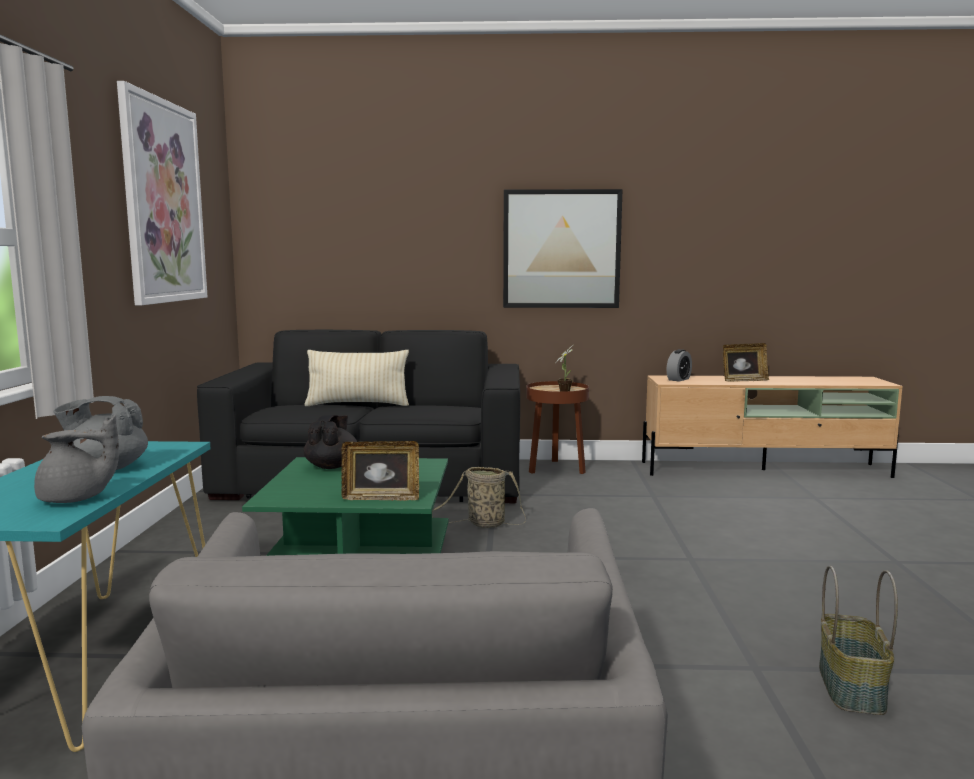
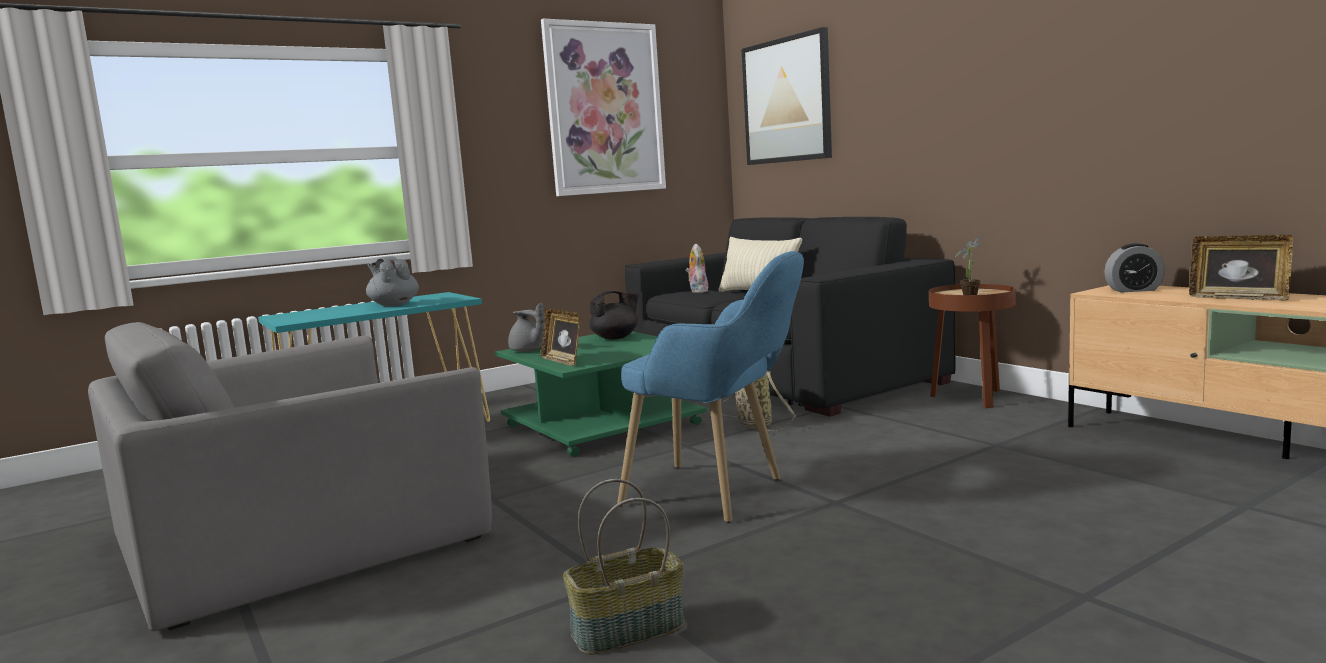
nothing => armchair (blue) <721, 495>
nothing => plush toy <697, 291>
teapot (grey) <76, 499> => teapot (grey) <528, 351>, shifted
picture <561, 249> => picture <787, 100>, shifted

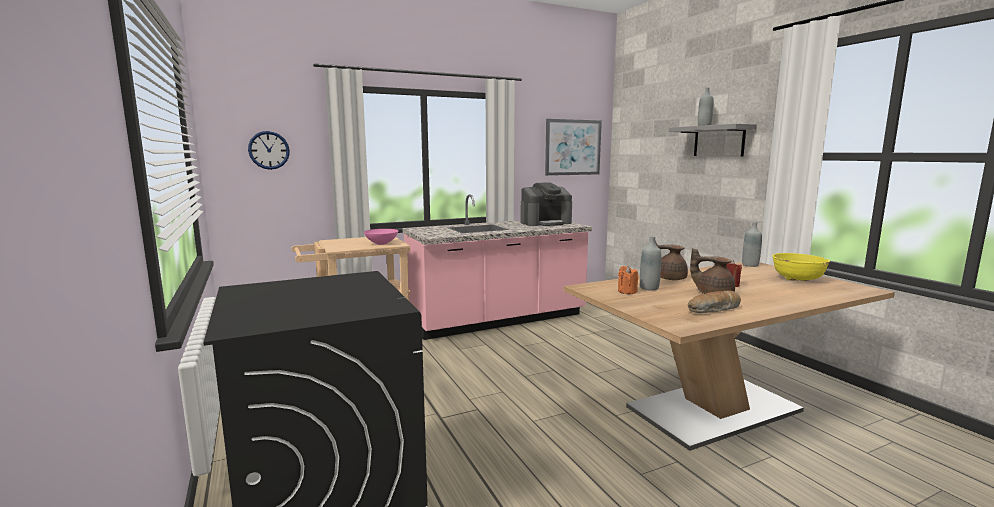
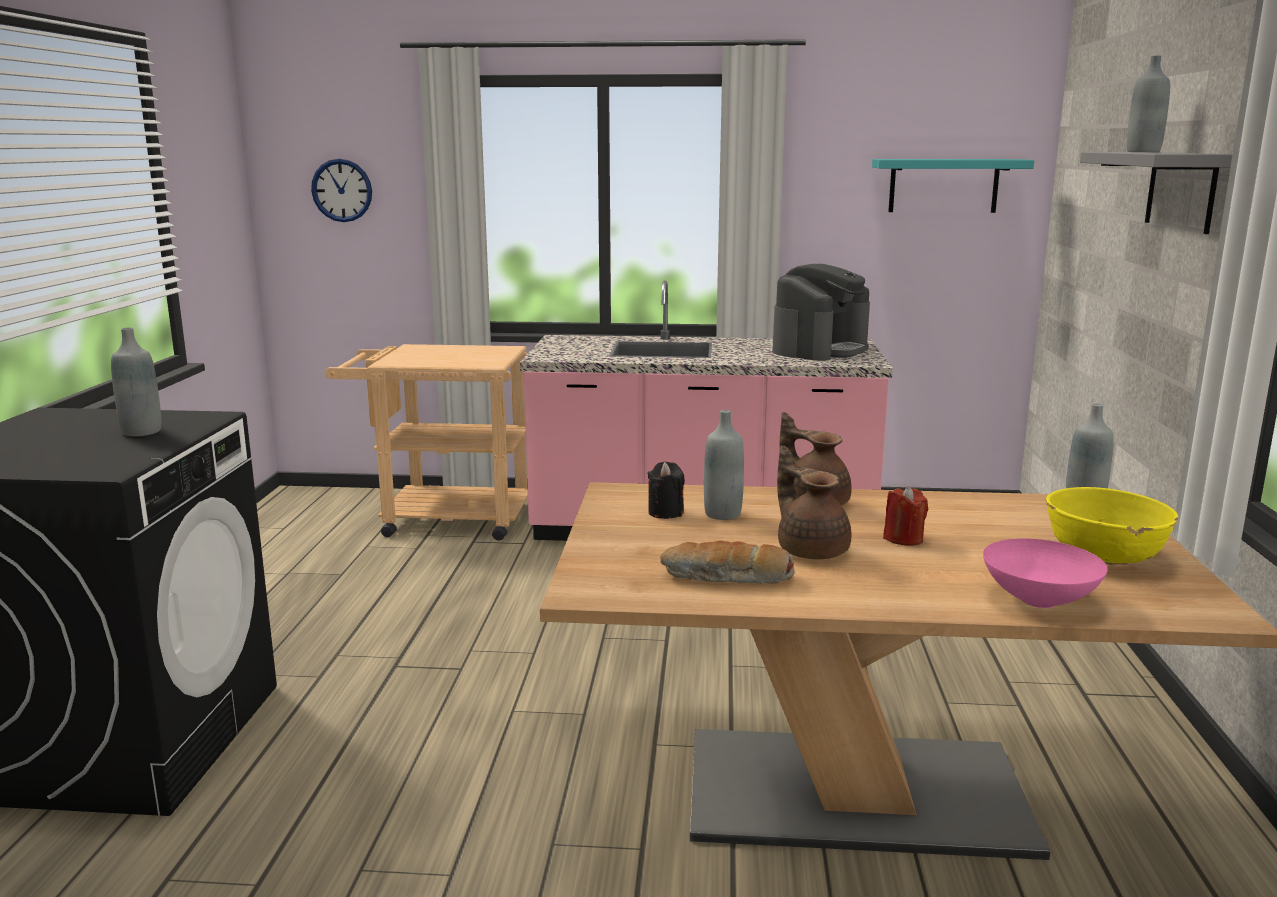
nothing => bottle (grey) <141, 432>
bowl (pink) <381, 243> => bowl (pink) <1039, 601>, shifted
picture <573, 147> => shelf (turquoise) <943, 185>
candle (orange) <627, 291> => candle (black) <665, 513>
coffee machine <545, 223> => coffee machine <820, 349>, 60 degrees counterclockwise

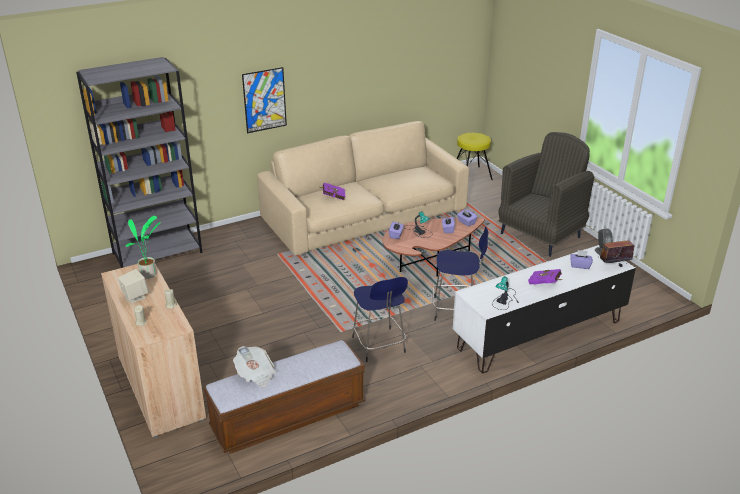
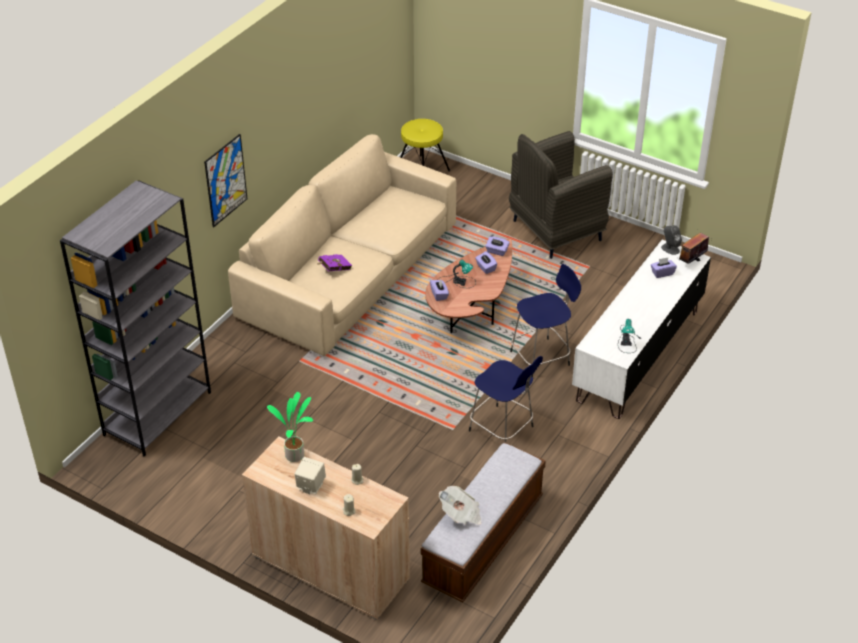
book (purple) <545, 284> => nothing
armchair (grey) <541, 235> => armchair (grey) <555, 231>, 135 degrees counterclockwise

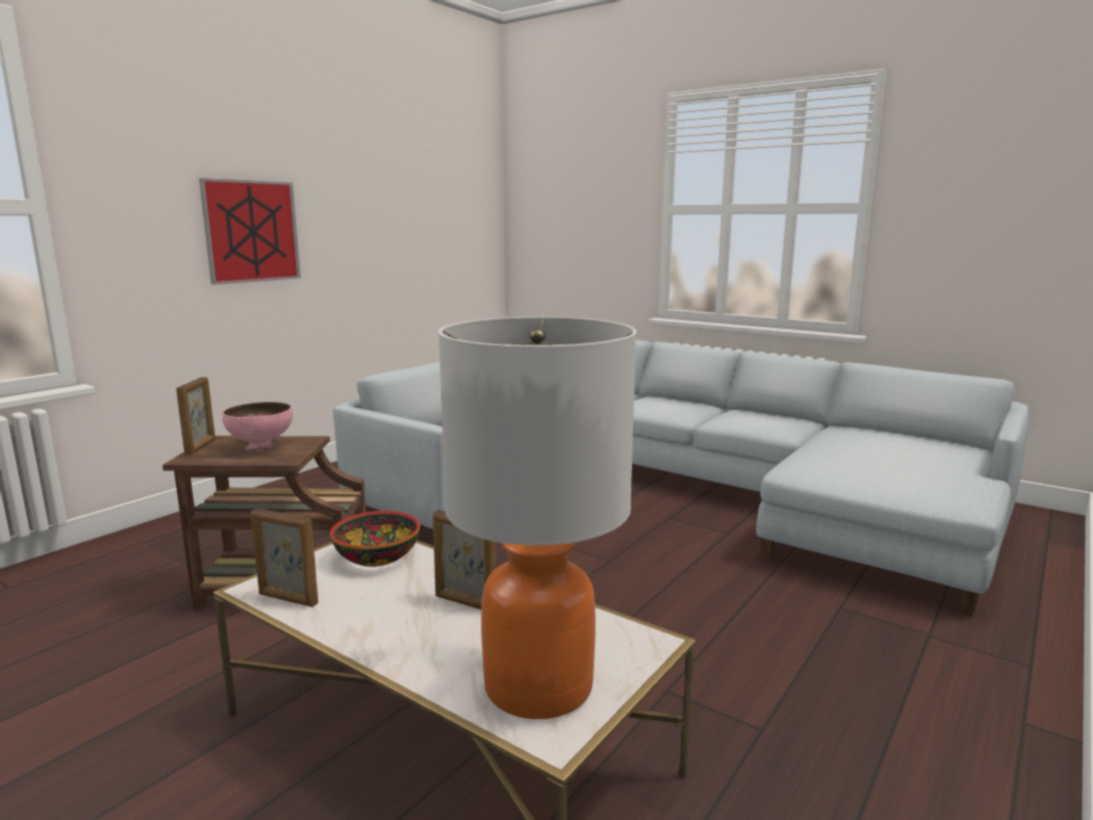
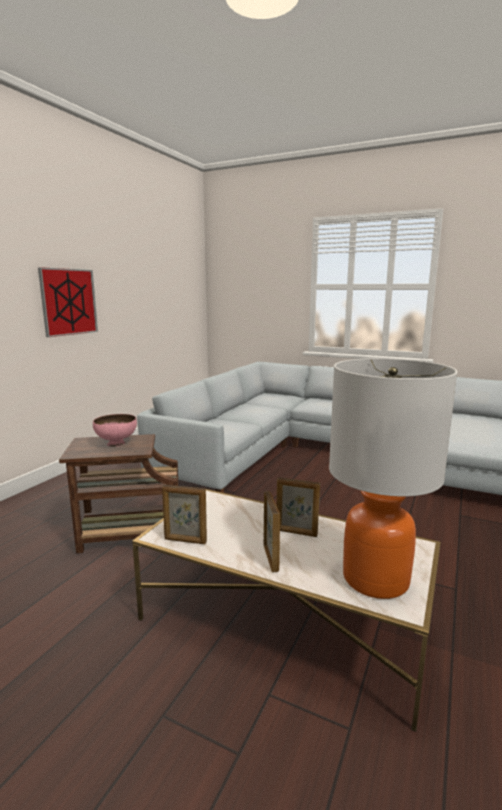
bowl <378, 557> => nothing
picture frame <201, 447> => picture frame <271, 558>, shifted

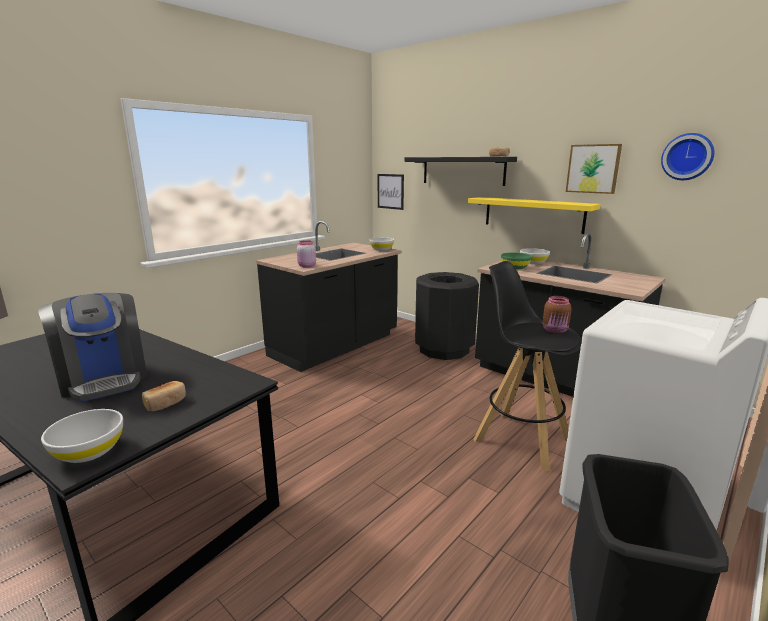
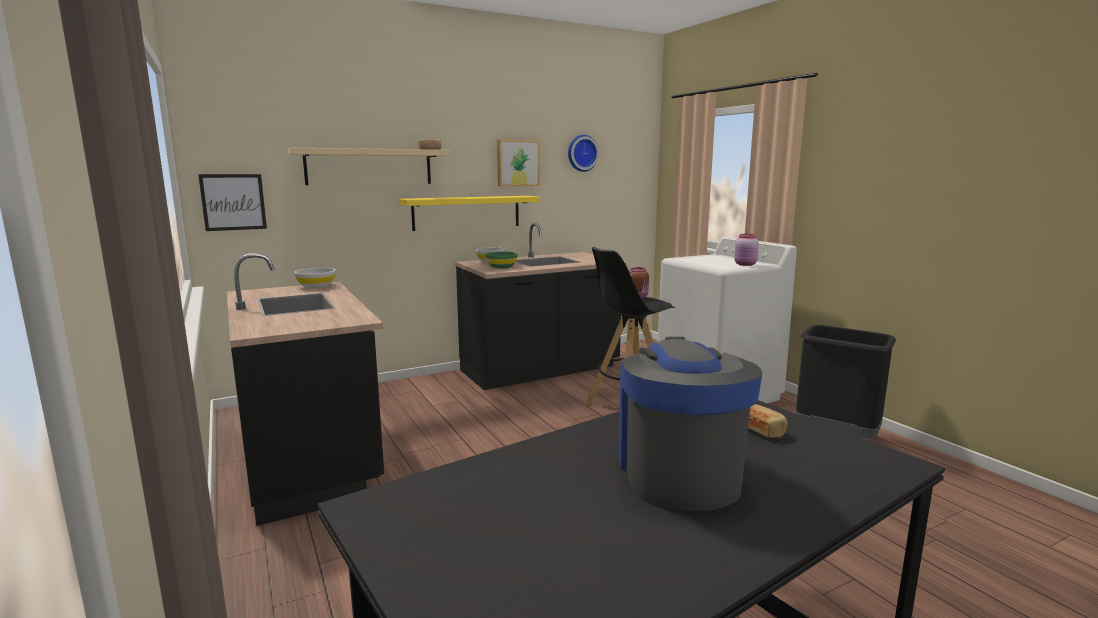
bowl (white) <89, 451> => nothing
trash can (black) <443, 349> => nothing
jar (pink) <306, 266> => jar (pink) <745, 264>, shifted
shelf (black) <462, 170> => shelf (beige) <369, 167>
coffee machine <104, 379> => coffee machine <678, 472>, 75 degrees counterclockwise

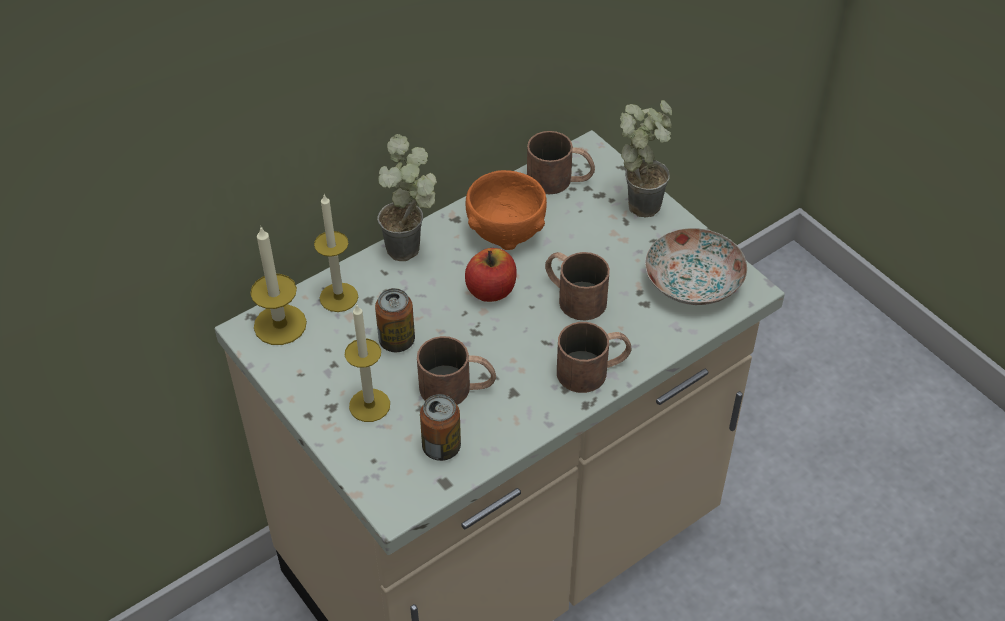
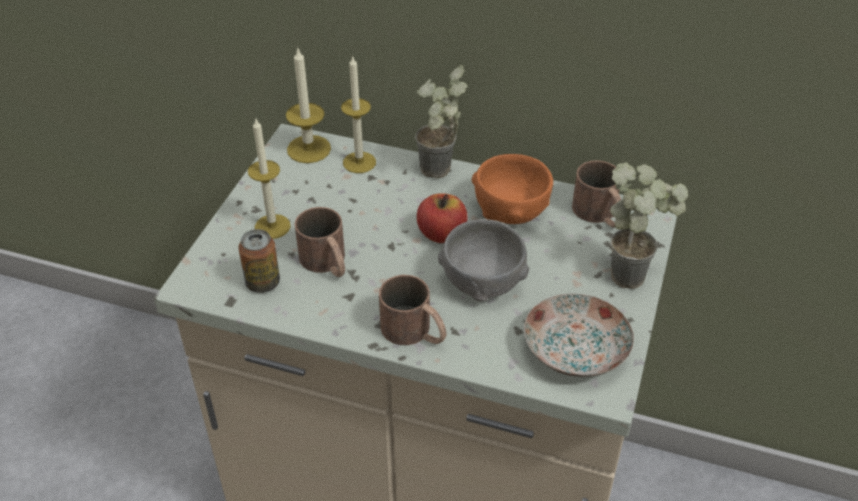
can <397, 341> => nothing
mug (brown) <573, 295> => bowl (grey) <482, 282>

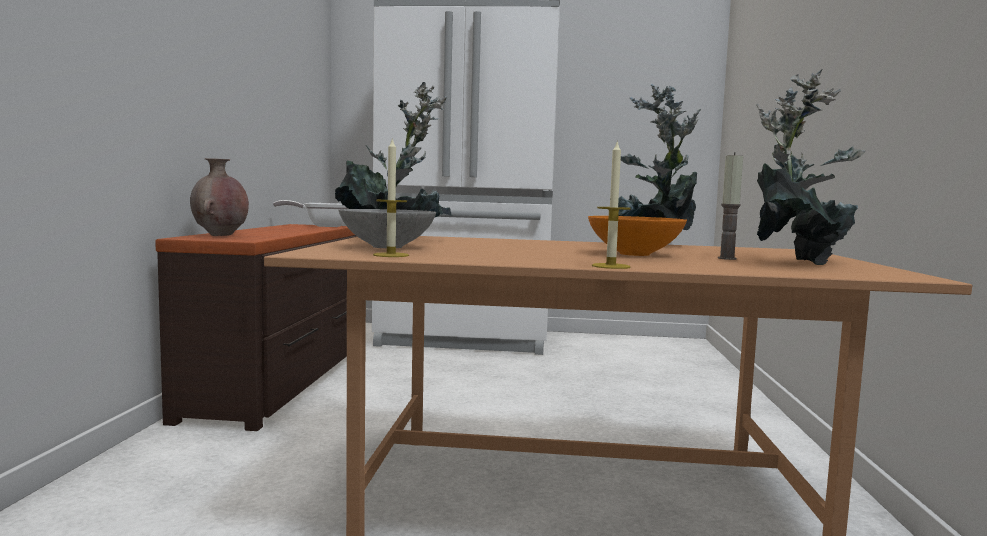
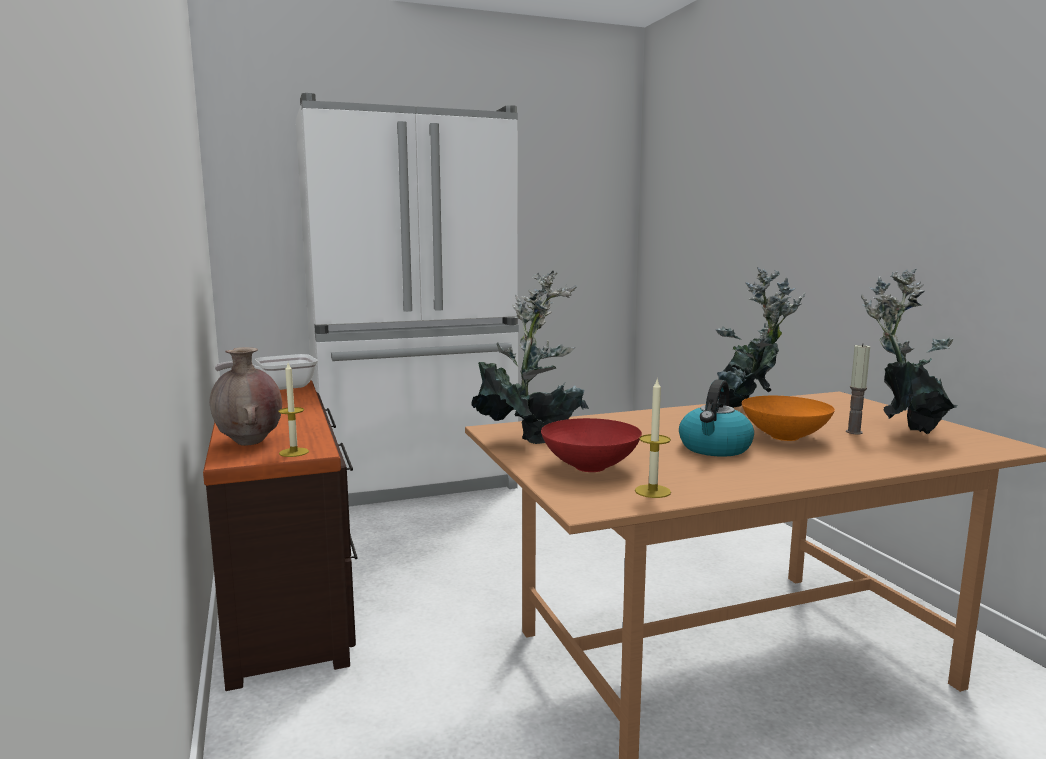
nothing => kettle <715, 448>
candle <610, 266> => candle <294, 452>, shifted
bowl (grey) <385, 247> => bowl (red) <589, 467>

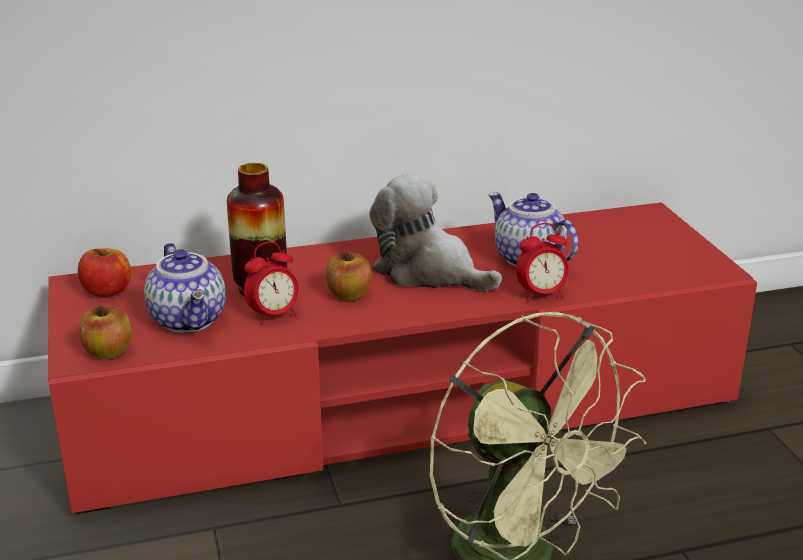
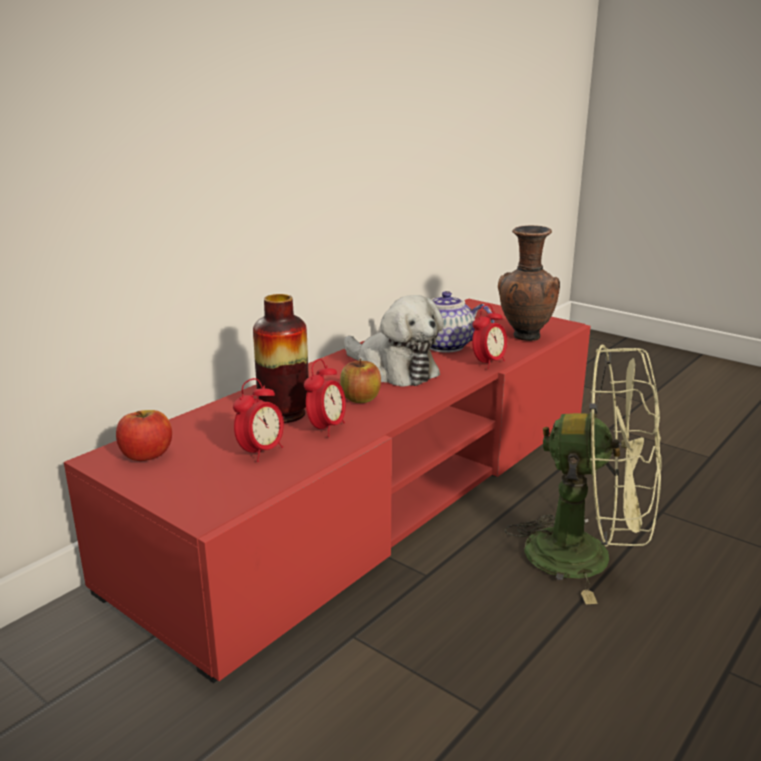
apple <108, 352> => nothing
nothing => vase (brown) <524, 337>
teapot <190, 320> => alarm clock <261, 452>
plush toy <428, 272> => plush toy <393, 370>, 135 degrees counterclockwise

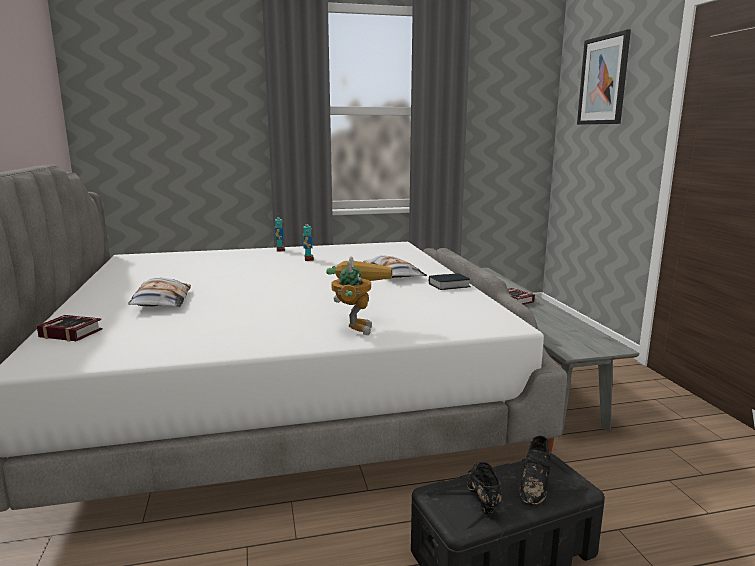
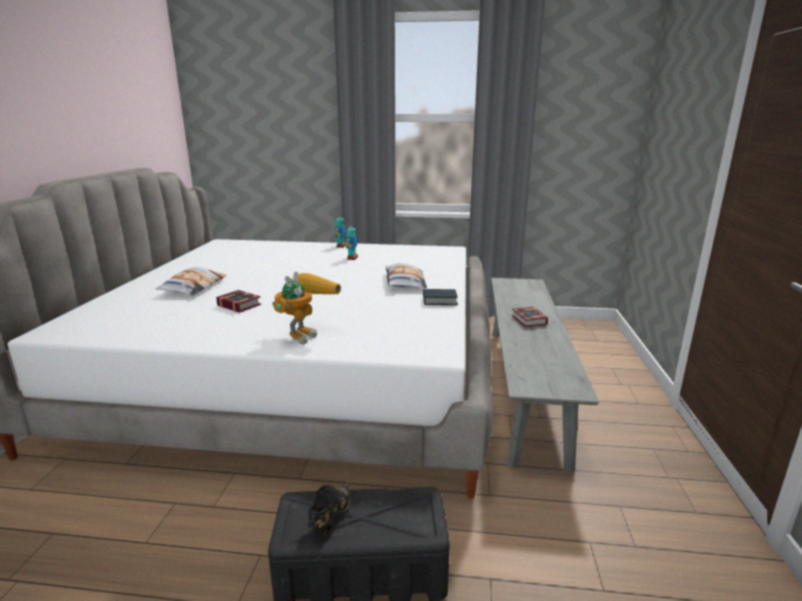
shoe (black) <535, 485> => nothing
picture <603, 80> => nothing
book <70, 332> => book <239, 304>, shifted

